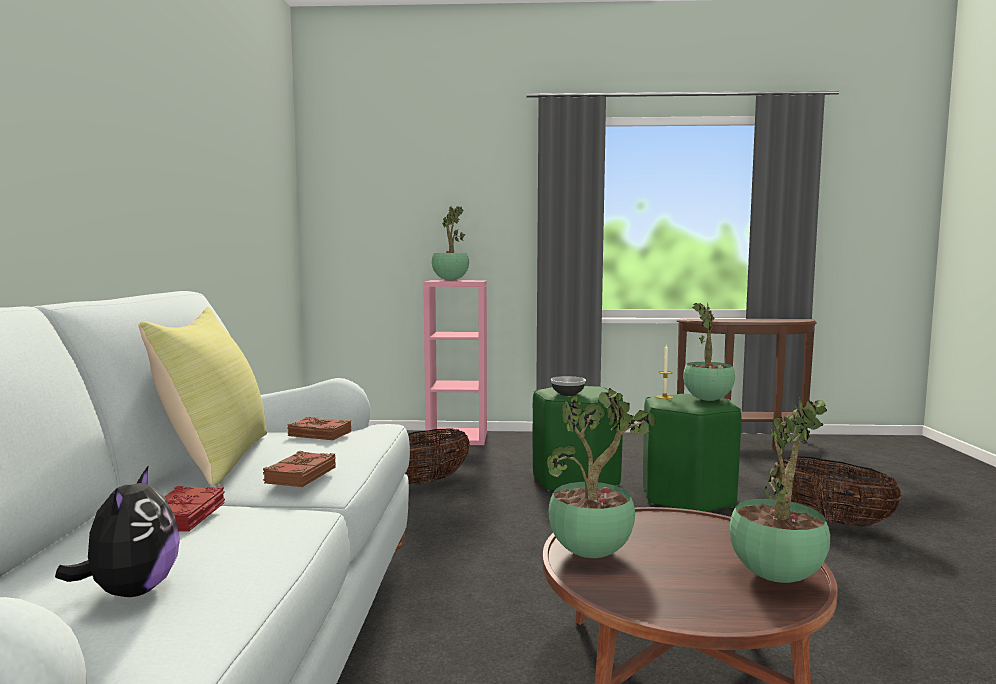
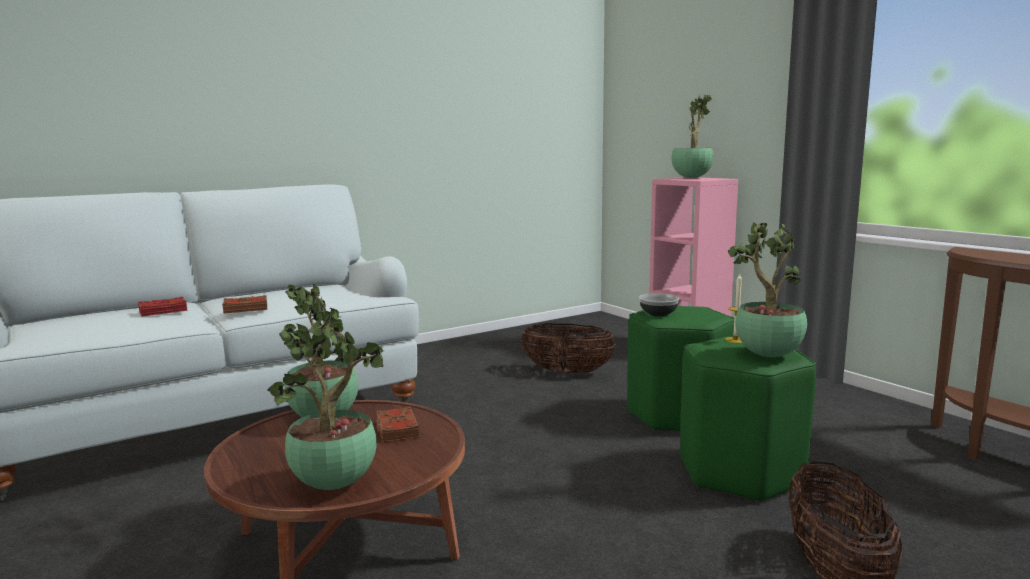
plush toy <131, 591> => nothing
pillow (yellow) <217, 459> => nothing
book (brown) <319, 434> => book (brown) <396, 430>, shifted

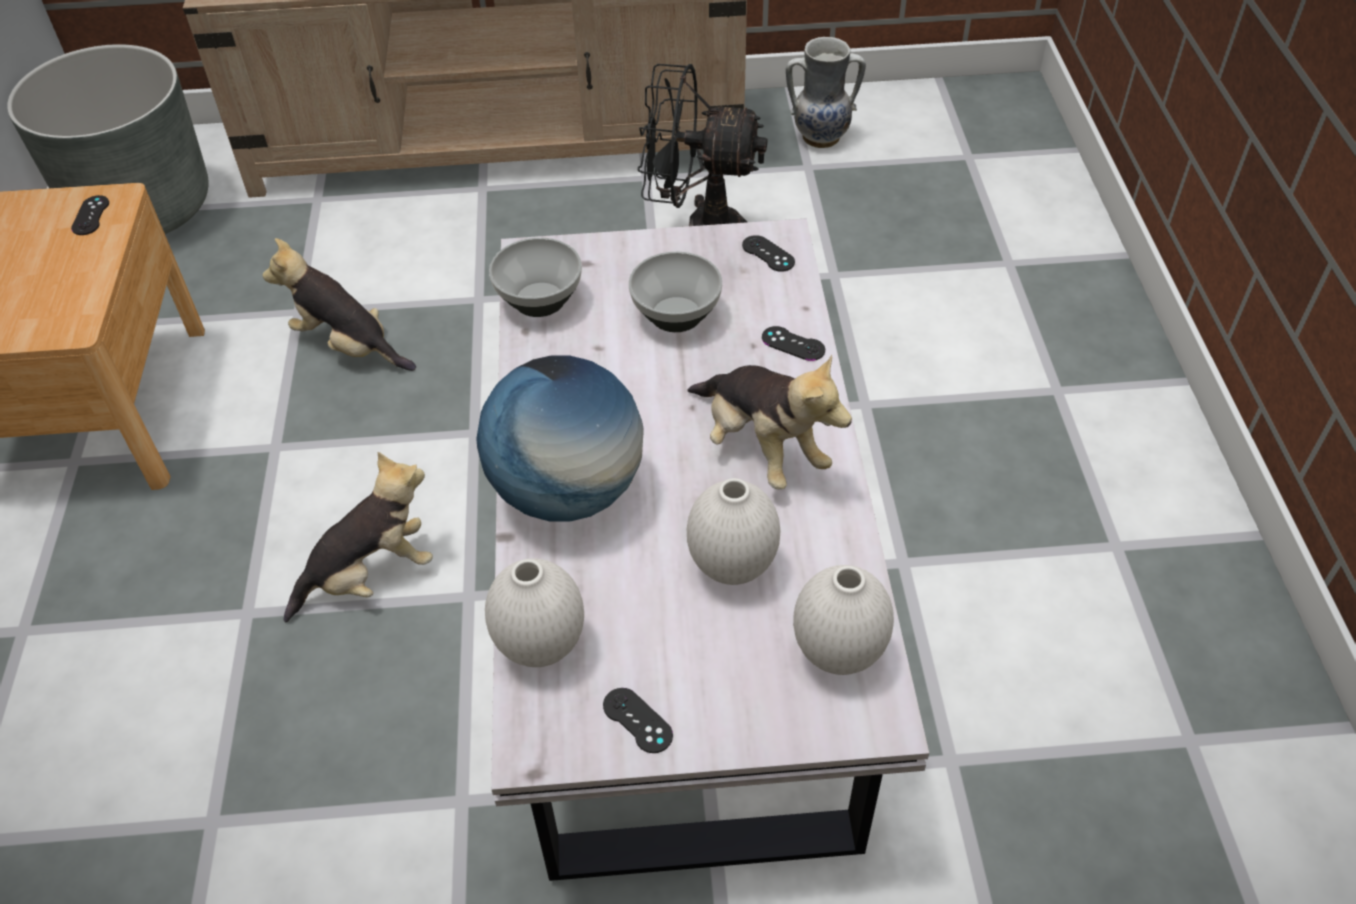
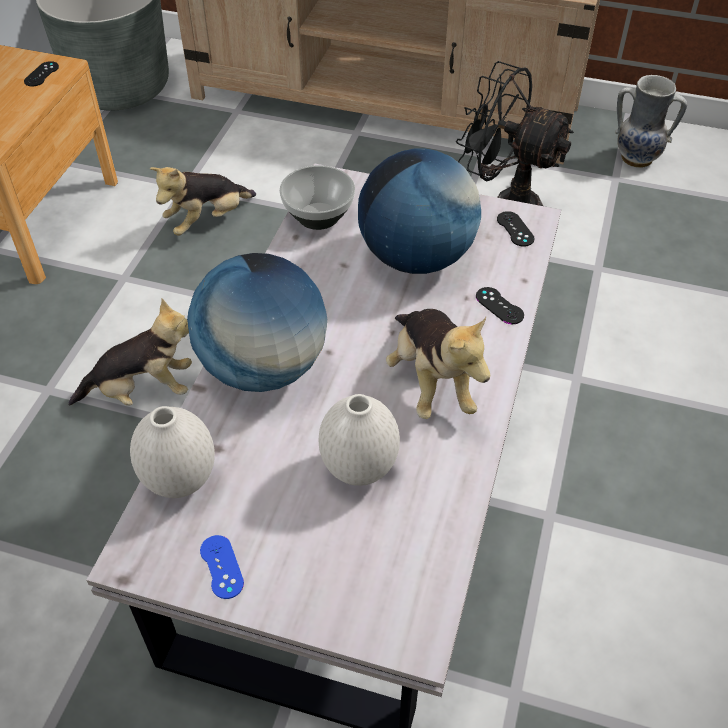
vase (white) <837, 652> => nothing
bowl <676, 316> => globe <416, 257>
game controller (black) <637, 720> => game controller (blue) <221, 567>
plush toy <348, 346> => plush toy <207, 220>, 90 degrees counterclockwise

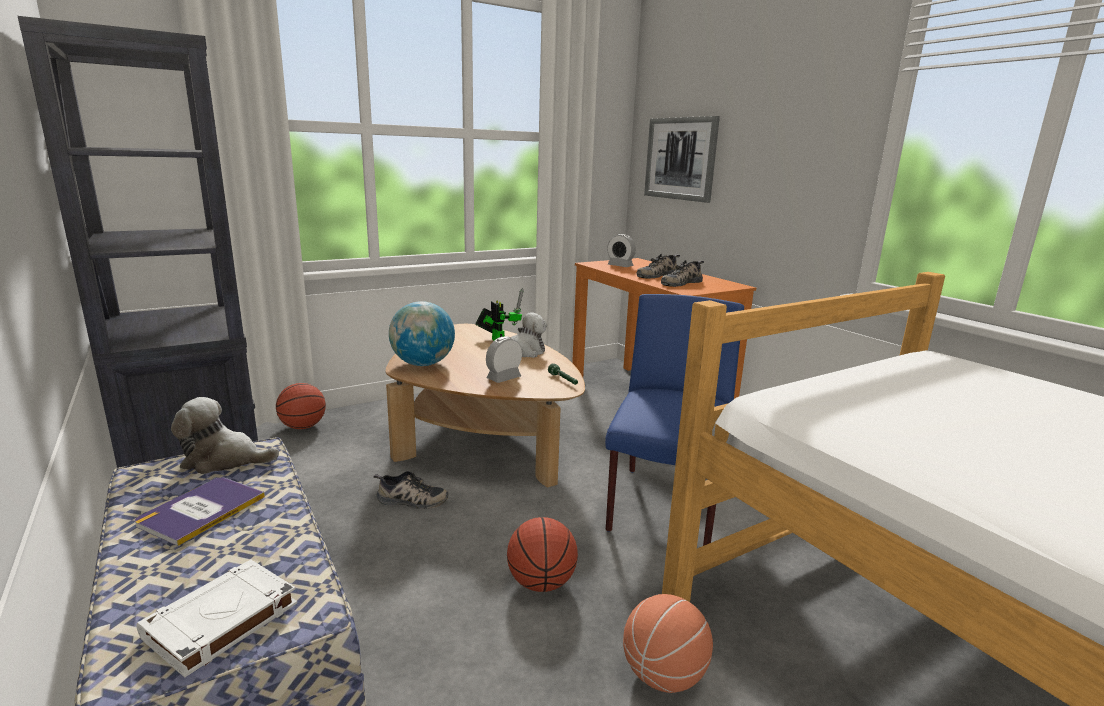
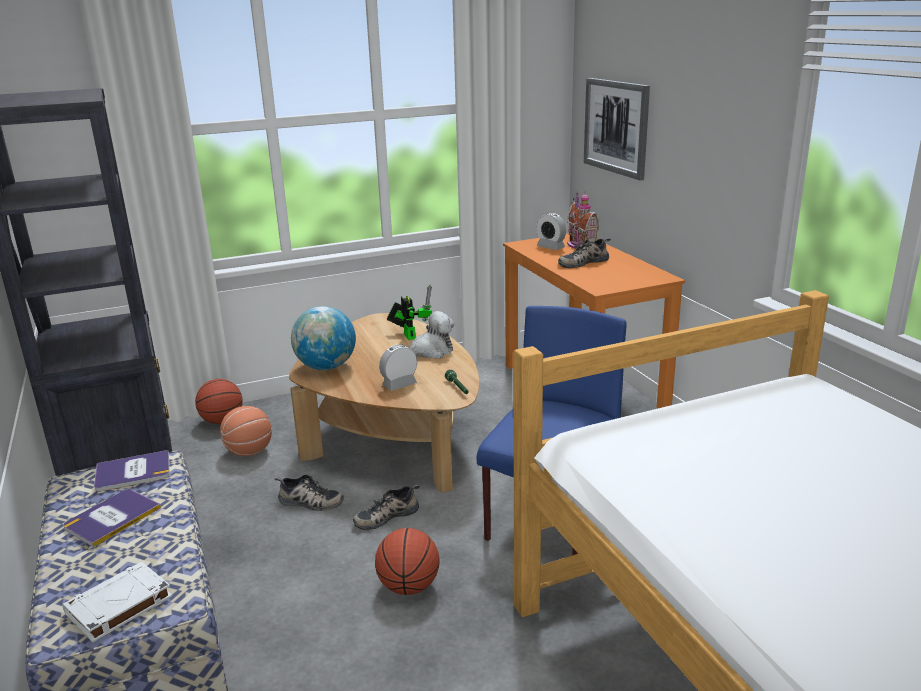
nothing => toy house <579, 245>
basketball <663, 675> => basketball <249, 452>, shifted
shoe <680, 282> => shoe <386, 515>, shifted
plush toy <224, 460> => book <133, 472>

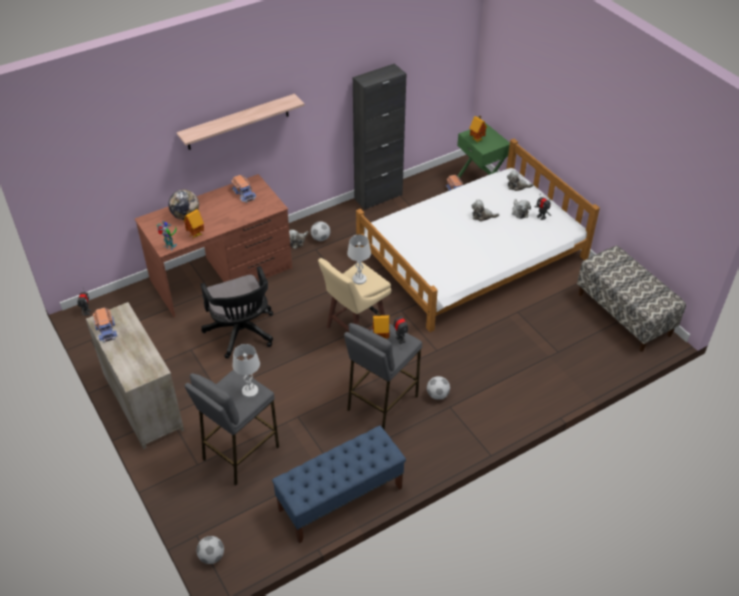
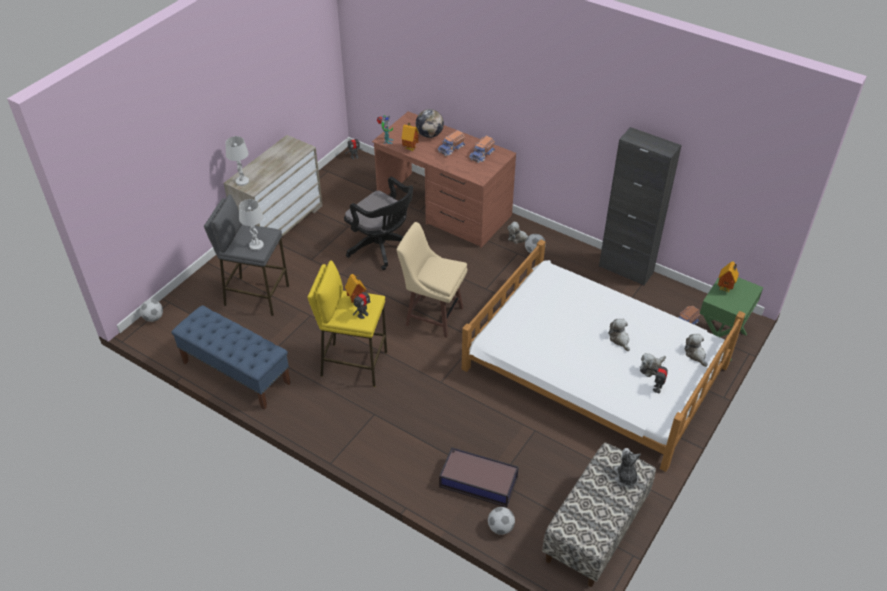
shelf <238, 122> => nothing
nothing => storage box <477, 481>
nothing => plush toy <625, 477>
toy truck <106, 330> => toy truck <452, 148>, shifted
table lamp (white) <359, 279> => table lamp (white) <242, 181>, shifted
football <437, 395> => football <500, 527>, shifted
stool (grey) <381, 403> => stool (yellow) <353, 364>
office chair (black) <242, 334> => office chair (black) <382, 248>, 90 degrees counterclockwise

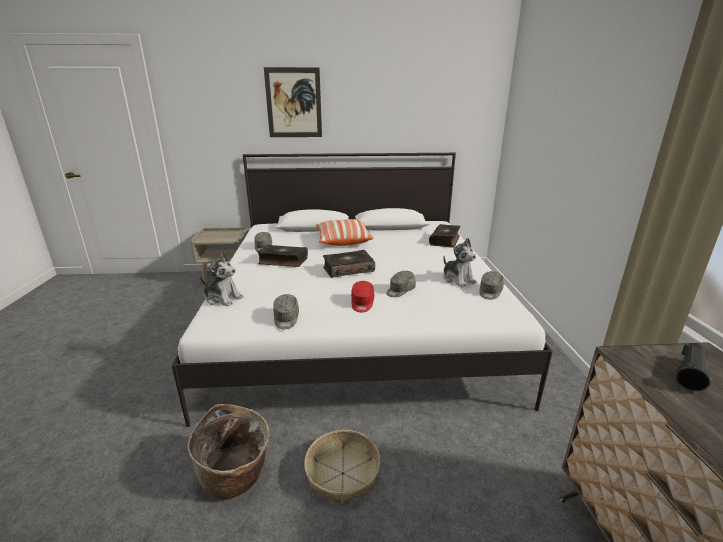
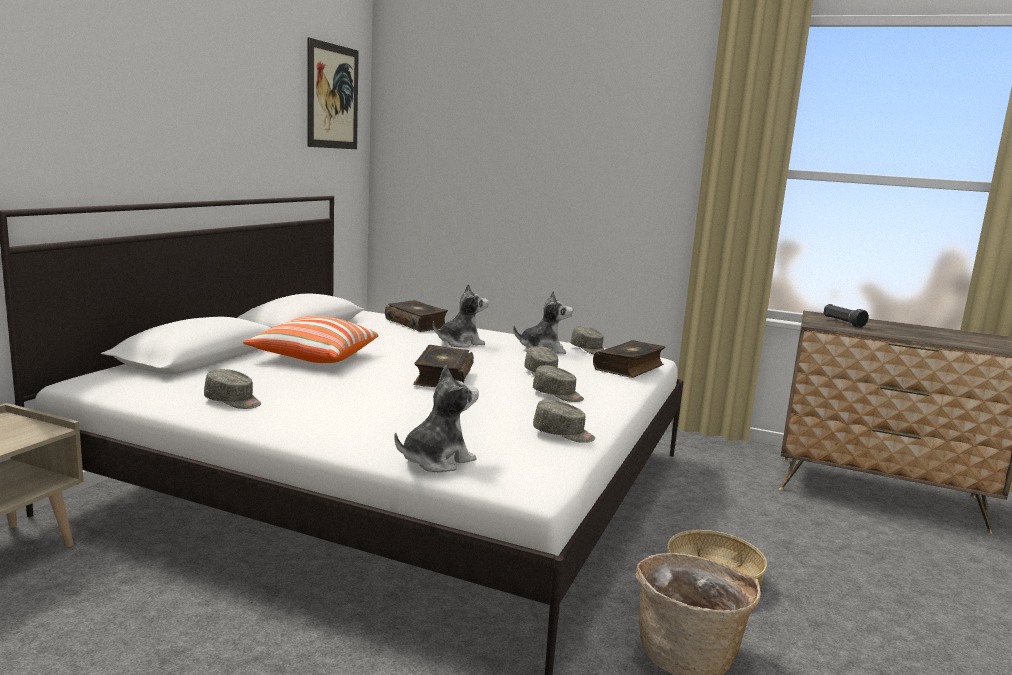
nothing => plush toy <460, 343>
book <283, 261> => book <630, 367>, shifted
picture <294, 103> => picture <333, 97>, shifted
cap (red) <362, 303> => cap (grey) <558, 395>

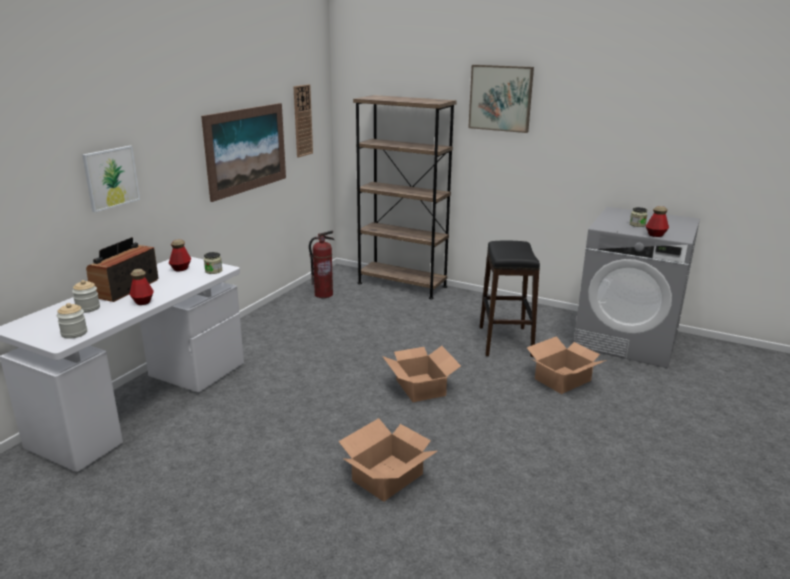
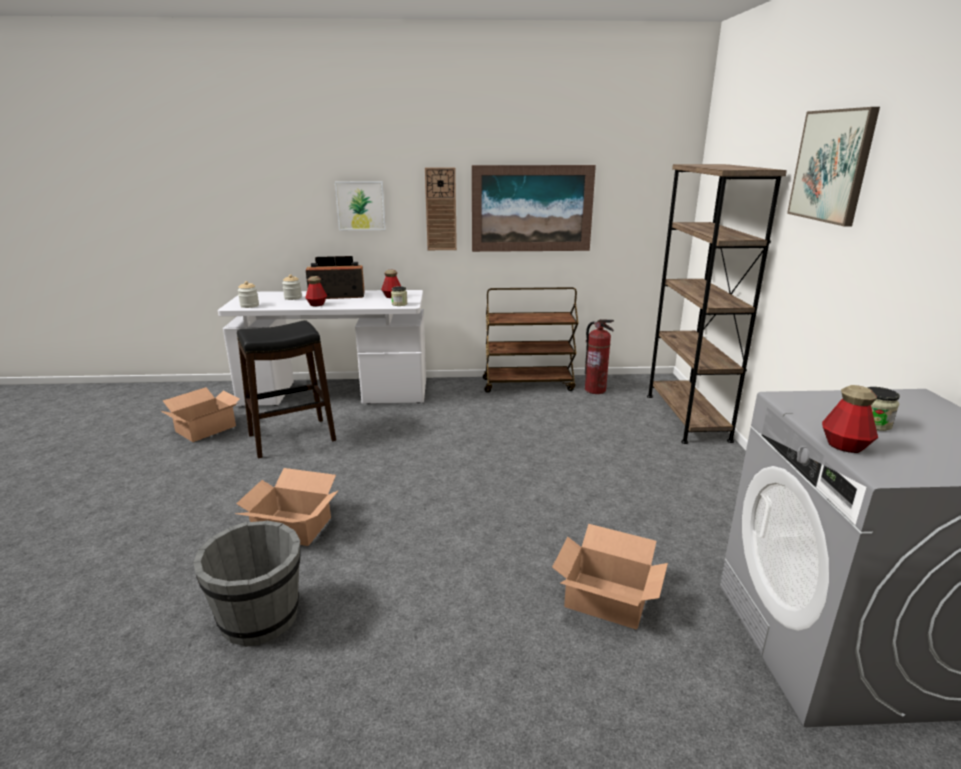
nothing => bucket (grey) <260, 618>
nothing => cart (brown) <528, 384>
wall clock <302, 121> => wall clock <441, 209>, shifted
cardboard box <421, 387> => cardboard box <206, 429>, shifted
stool (black) <505, 341> => stool (black) <291, 438>, shifted

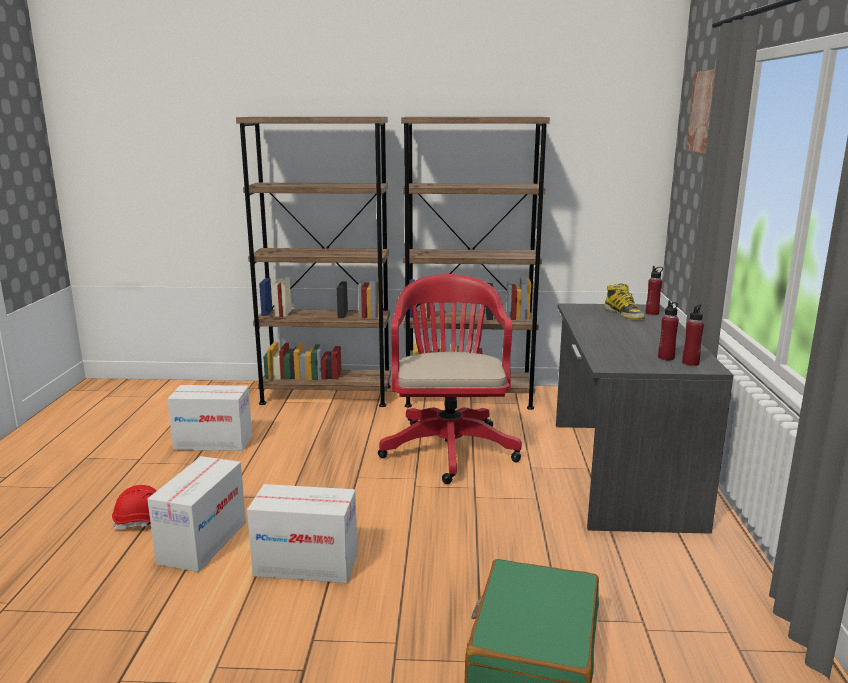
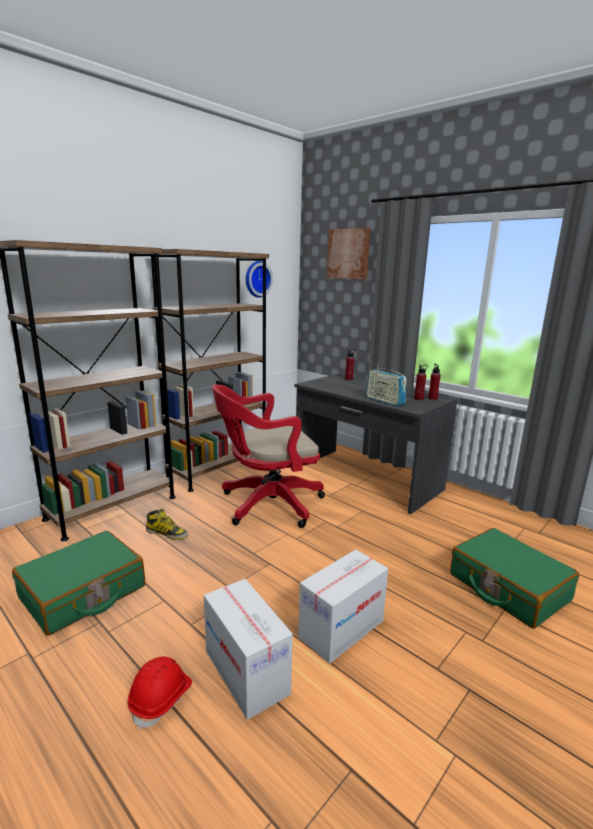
nothing => wall clock <257, 279>
nothing => radio <384, 401>
boot <624, 314> => boot <167, 533>, shifted
cardboard box <213, 442> => suitcase (green) <83, 593>
office chair (red) <449, 446> => office chair (red) <266, 504>, 60 degrees counterclockwise

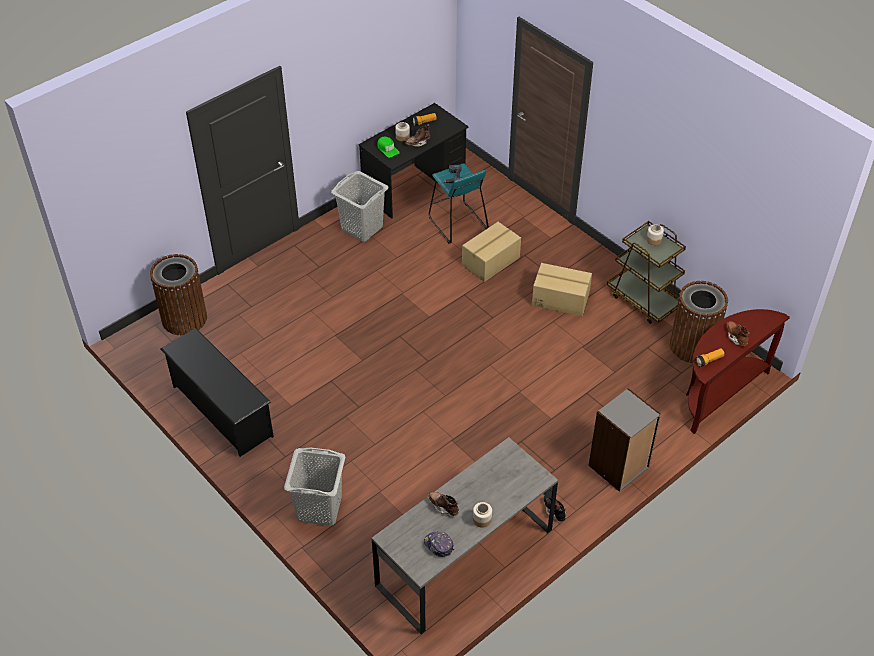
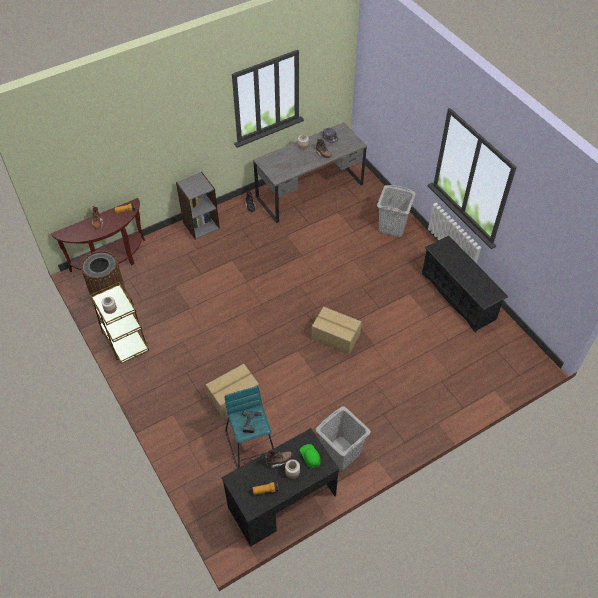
trash can (brown) <184, 319> => nothing
cardboard box <560, 298> => cardboard box <335, 337>, shifted

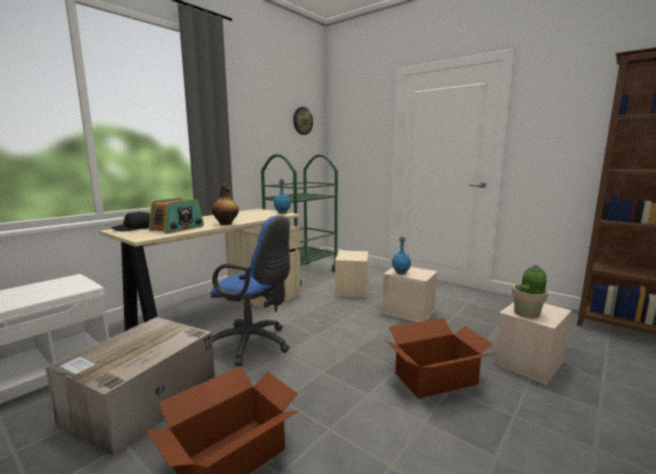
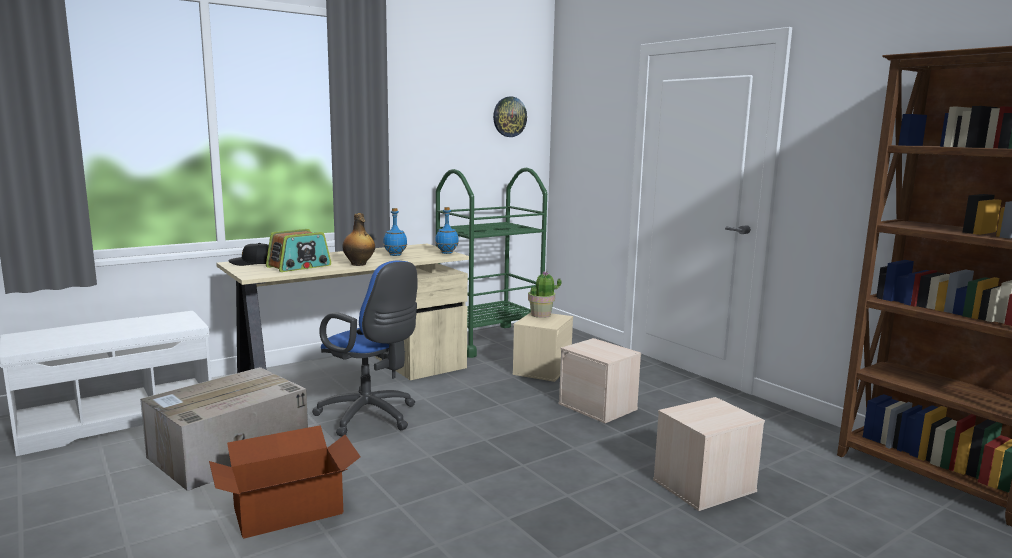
cardboard box <436, 379> => nothing
bottle (blue) <401, 273> => bottle (blue) <395, 255>, shifted
potted plant <527, 313> => potted plant <541, 315>, shifted

